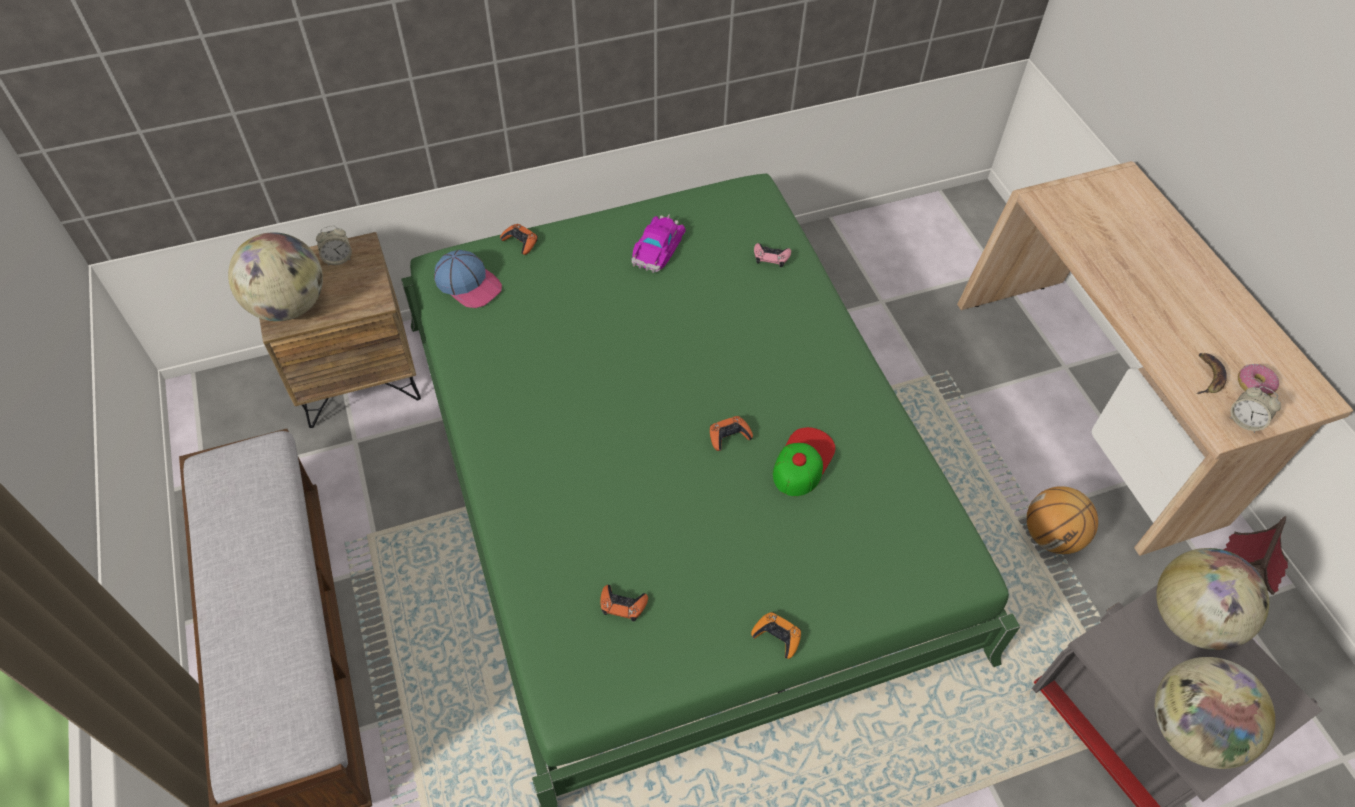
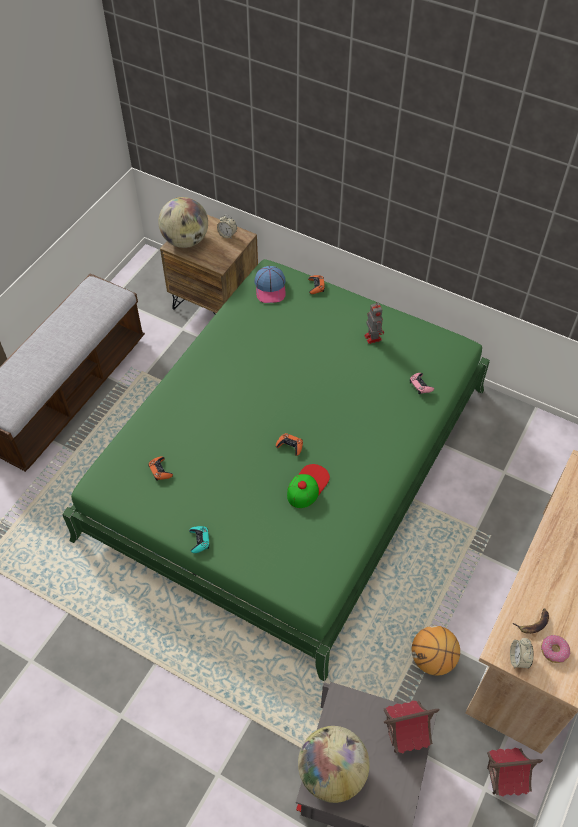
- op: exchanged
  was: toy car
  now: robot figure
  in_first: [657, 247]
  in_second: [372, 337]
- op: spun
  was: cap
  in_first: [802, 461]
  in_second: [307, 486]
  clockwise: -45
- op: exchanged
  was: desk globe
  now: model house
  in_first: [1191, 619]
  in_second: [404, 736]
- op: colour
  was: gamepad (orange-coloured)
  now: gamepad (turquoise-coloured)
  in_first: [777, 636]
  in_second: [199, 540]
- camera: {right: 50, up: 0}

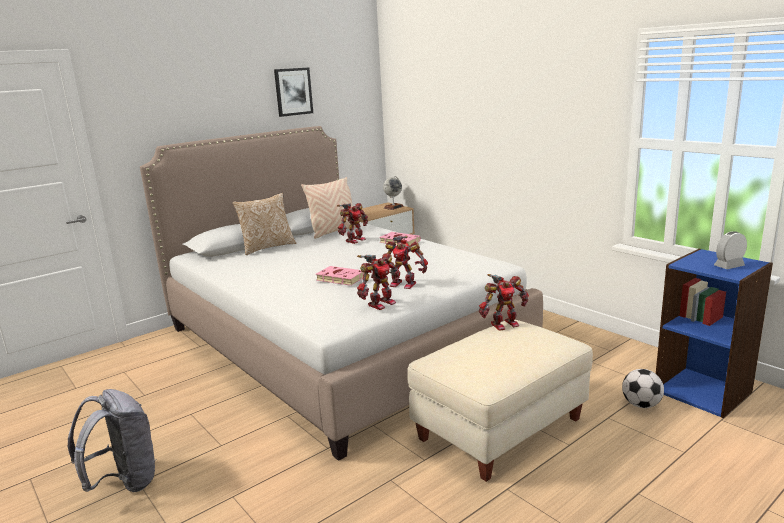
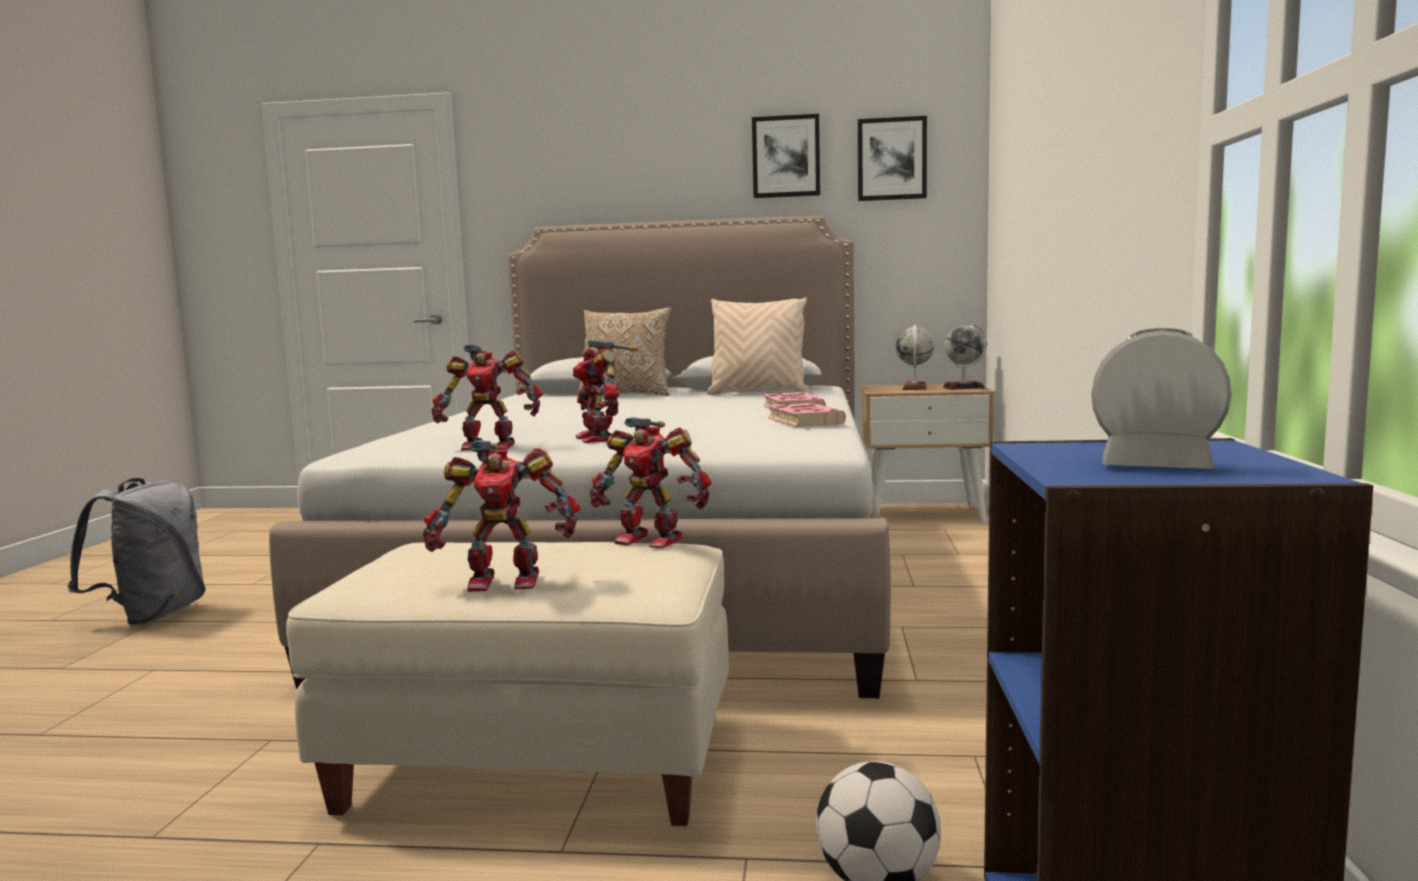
- op: relocated
  was: robot figure
  in_first: [354, 240]
  in_second: [504, 581]
- op: relocated
  was: book (pink-coloured)
  in_first: [339, 278]
  in_second: [803, 421]
- op: appeared
  now: wall picture
  in_second: [891, 159]
- op: appeared
  now: desk globe
  in_second: [914, 388]
- camera: {right: 45, up: -10}

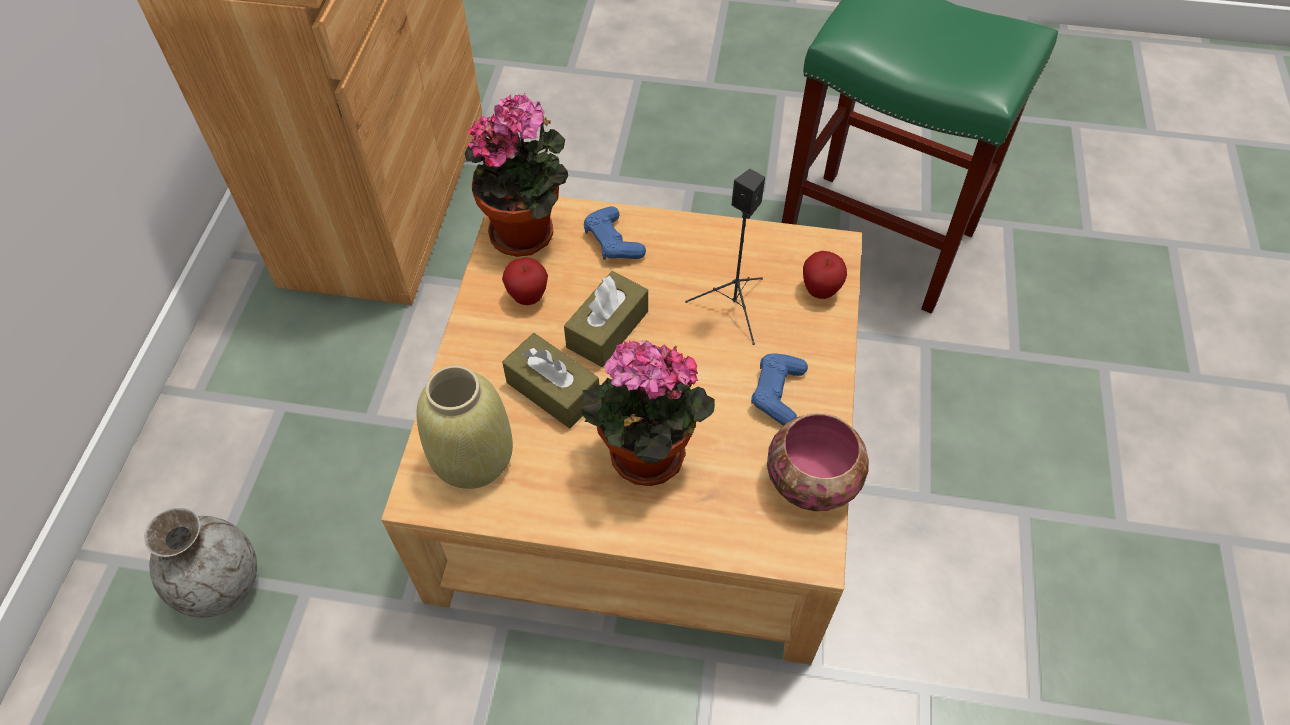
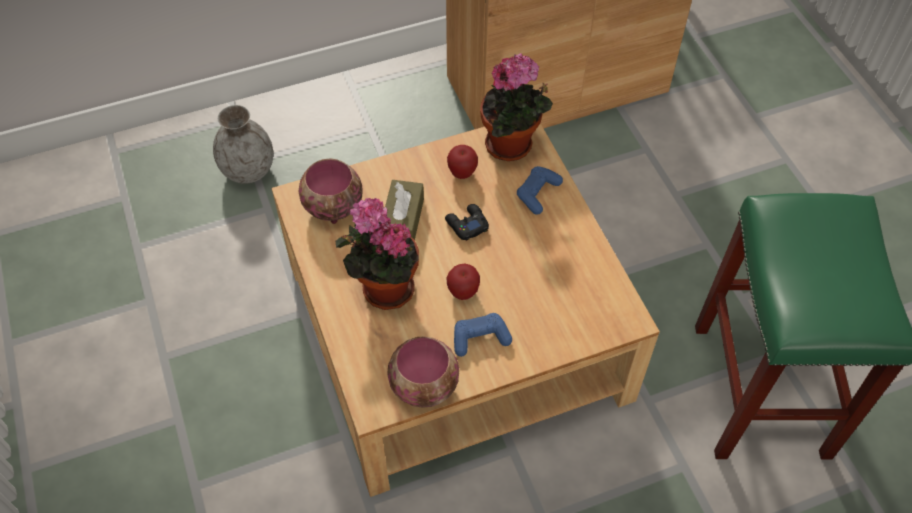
- op: missing
  was: loudspeaker (black)
  in_first: [734, 308]
- op: relocated
  was: whole apple
  in_first: [820, 290]
  in_second: [463, 292]
- op: exchanged
  was: tissue box (brown)
  now: gamepad (black)
  in_first: [607, 329]
  in_second: [466, 224]
- op: exchanged
  was: vase (beige)
  now: bowl
  in_first: [472, 460]
  in_second: [331, 207]
- camera: {right: 60, up: 0}

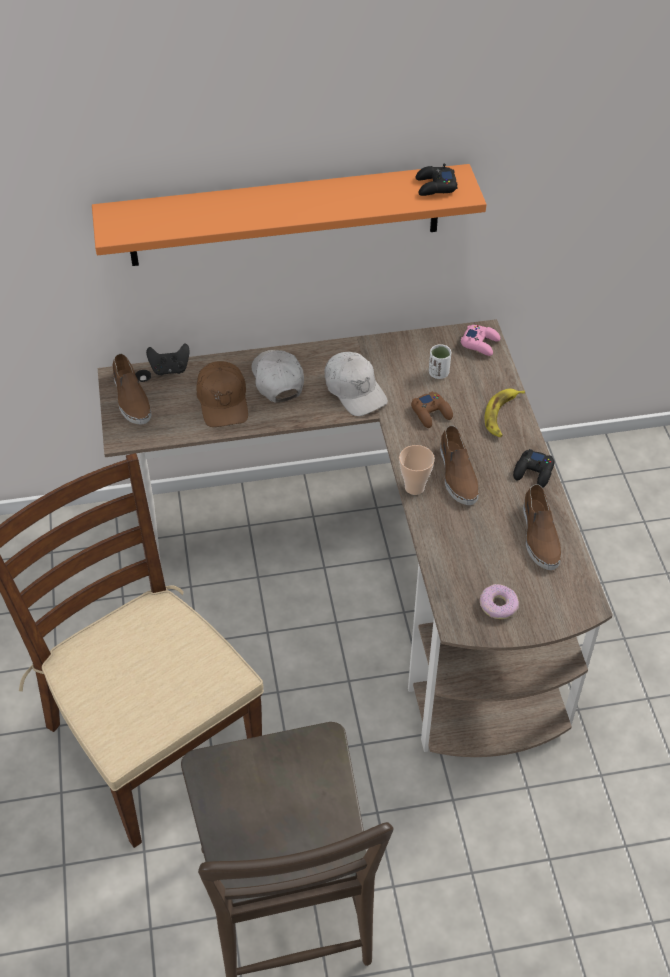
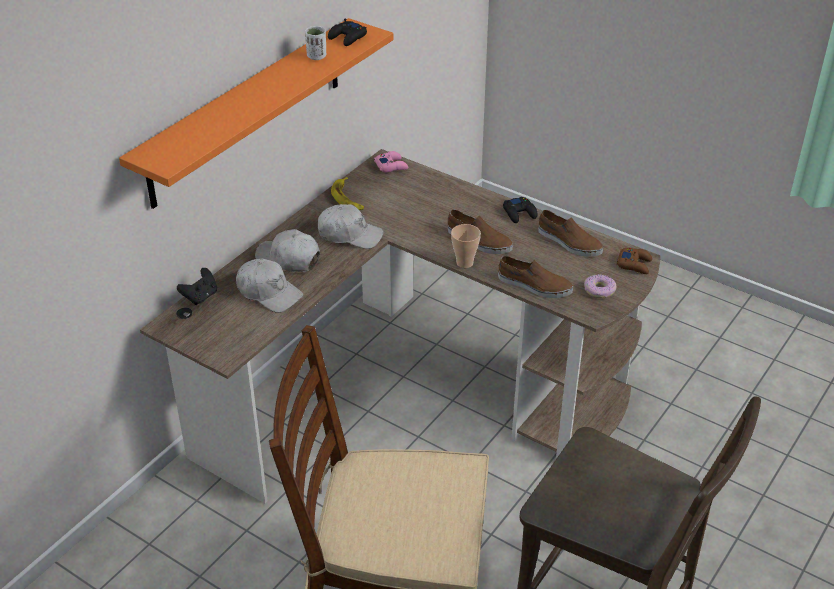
- op: relocated
  was: cup (white-coloured)
  in_first: [438, 373]
  in_second: [316, 56]
- op: relocated
  was: item of footwear (brown)
  in_first: [131, 398]
  in_second: [534, 285]
- op: colour
  was: cap (brown)
  now: cap (white-coloured)
  in_first: [223, 401]
  in_second: [269, 293]
- op: relocated
  was: whole banana
  in_first: [502, 415]
  in_second: [347, 198]
- op: relocated
  was: gamepad (brown)
  in_first: [431, 413]
  in_second: [634, 264]
- camera: {right: -45, up: -10}

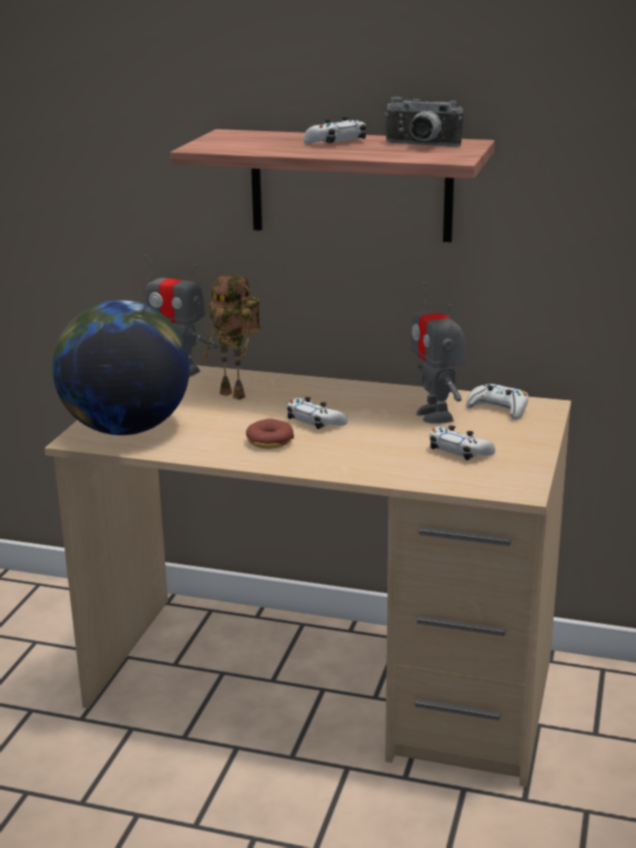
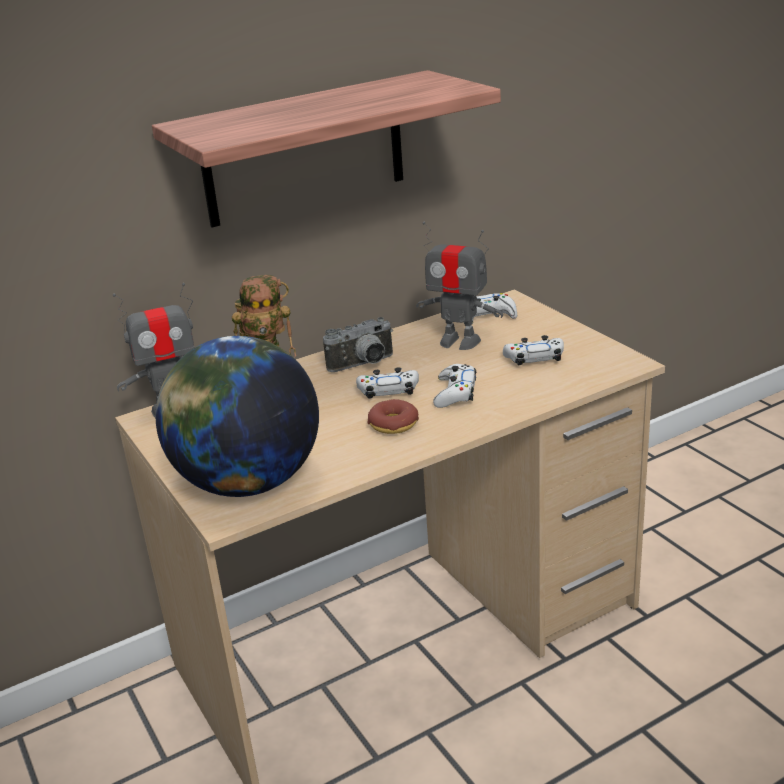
- op: relocated
  was: photo camera
  in_first: [421, 146]
  in_second: [364, 365]
- op: relocated
  was: gamepad (white-coloured)
  in_first: [336, 142]
  in_second: [455, 393]
- camera: {right: -45, up: 5}

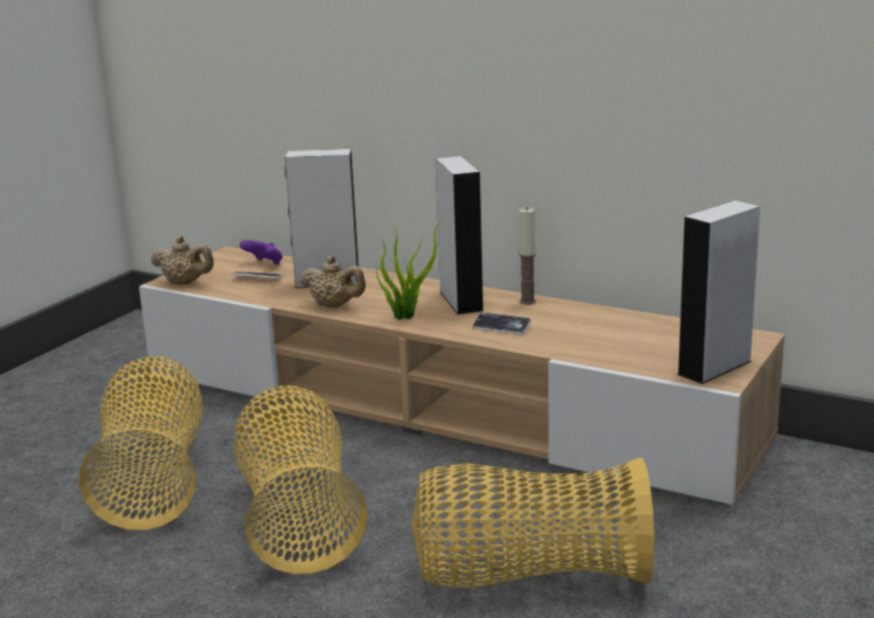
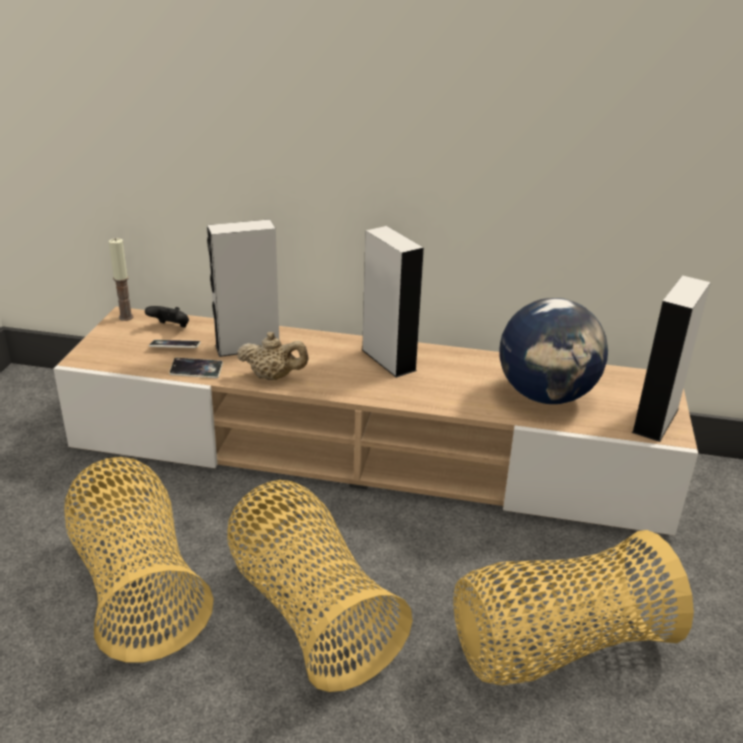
- op: relocated
  was: wax light
  in_first: [527, 301]
  in_second: [126, 317]
- op: missing
  was: potted plant
  in_first: [407, 316]
- op: missing
  was: pot for tea (beige)
  in_first: [185, 283]
- op: colour
  was: gamepad (purple-coloured)
  now: gamepad (black)
  in_first: [264, 264]
  in_second: [170, 328]
- op: relocated
  was: handset
  in_first: [501, 327]
  in_second: [196, 371]
- op: appeared
  now: desk globe
  in_second: [546, 396]
- camera: {right: -20, up: 10}

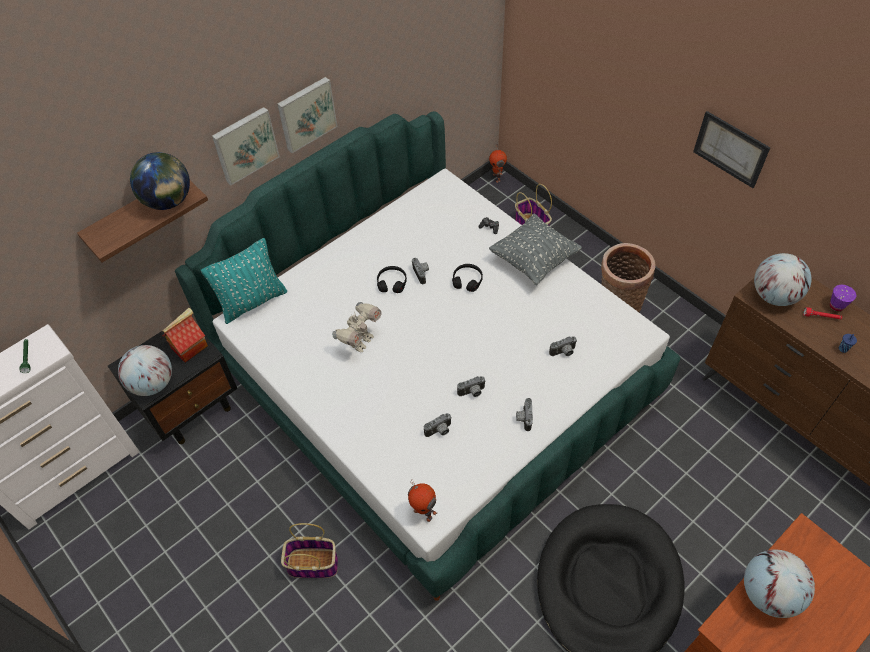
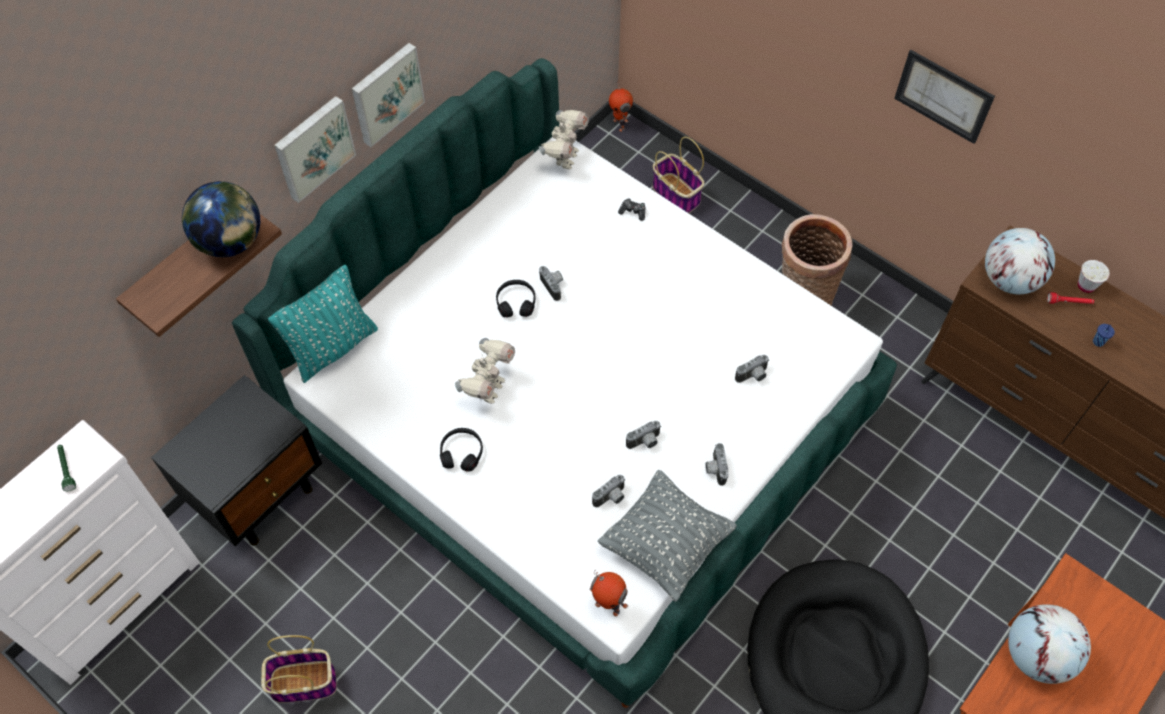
- op: relocated
  was: cushion (grey)
  in_first: [533, 260]
  in_second: [665, 544]
- op: relocated
  was: headset (black)
  in_first: [467, 280]
  in_second: [461, 452]
- op: colour
  was: cup (purple-coloured)
  now: cup (white-coloured)
  in_first: [836, 306]
  in_second: [1086, 286]
- op: missing
  was: model house
  in_first: [190, 346]
- op: missing
  was: desk globe
  in_first: [153, 384]
- op: relocated
  was: basket
  in_first: [313, 563]
  in_second: [305, 682]
- op: appeared
  now: robot figure
  in_second: [565, 158]
- camera: {right: -10, up: 5}

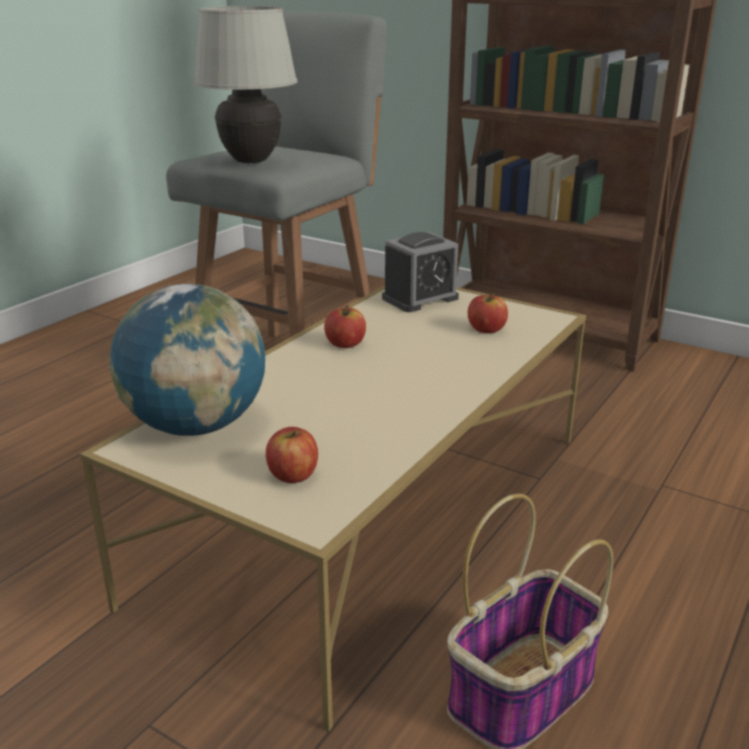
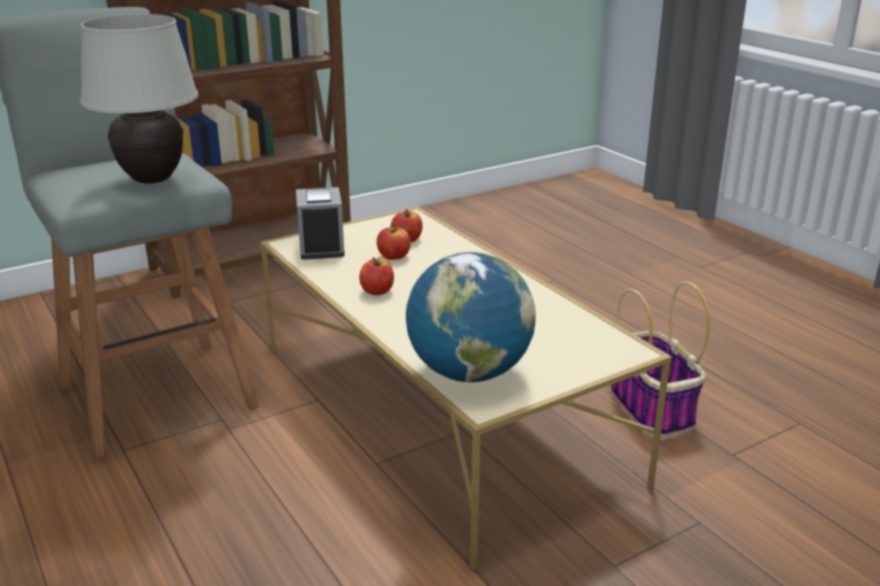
- op: relocated
  was: whole apple
  in_first: [293, 475]
  in_second: [393, 256]
- camera: {right: -65, up: 0}

